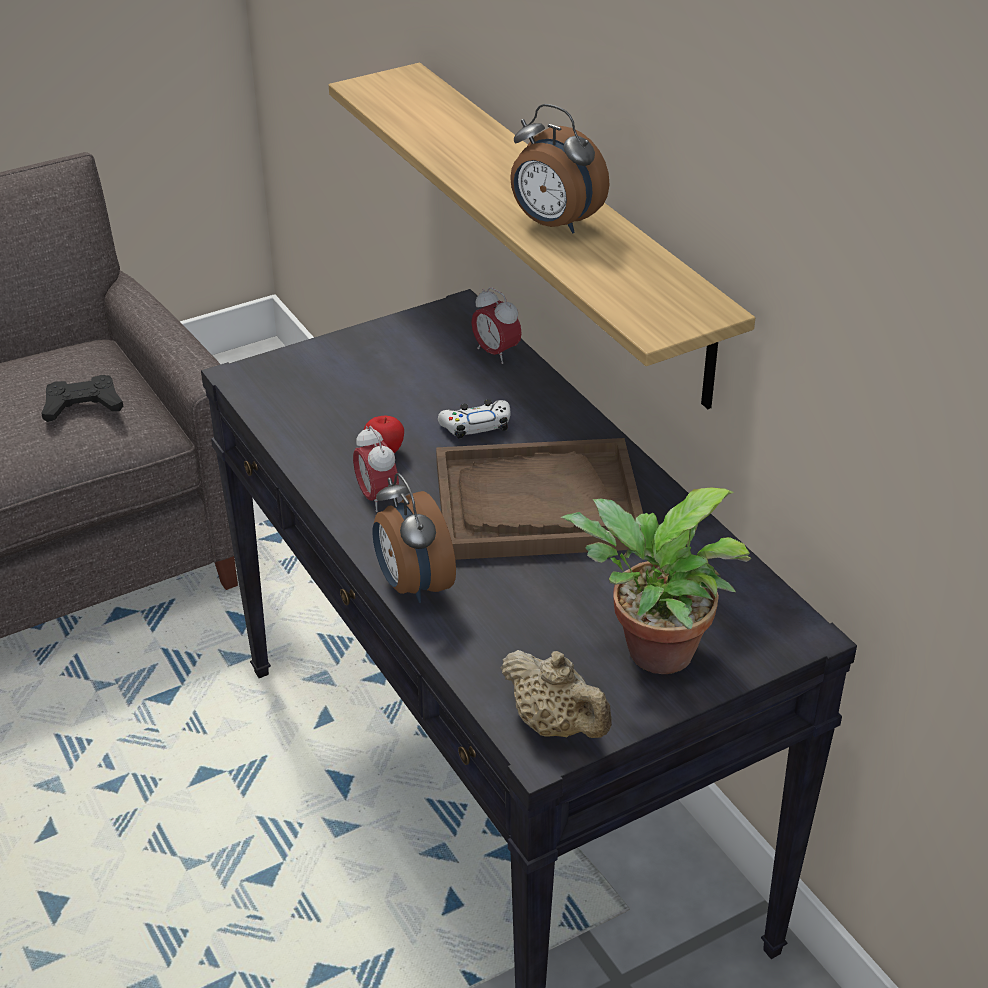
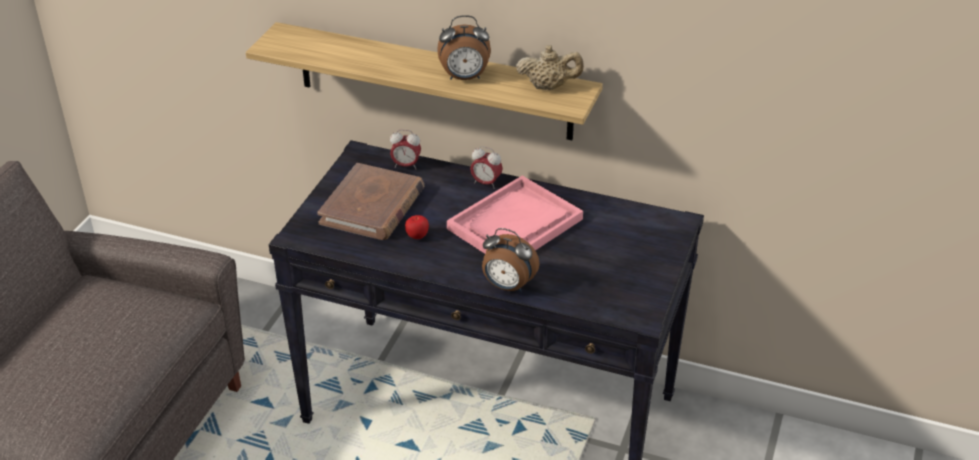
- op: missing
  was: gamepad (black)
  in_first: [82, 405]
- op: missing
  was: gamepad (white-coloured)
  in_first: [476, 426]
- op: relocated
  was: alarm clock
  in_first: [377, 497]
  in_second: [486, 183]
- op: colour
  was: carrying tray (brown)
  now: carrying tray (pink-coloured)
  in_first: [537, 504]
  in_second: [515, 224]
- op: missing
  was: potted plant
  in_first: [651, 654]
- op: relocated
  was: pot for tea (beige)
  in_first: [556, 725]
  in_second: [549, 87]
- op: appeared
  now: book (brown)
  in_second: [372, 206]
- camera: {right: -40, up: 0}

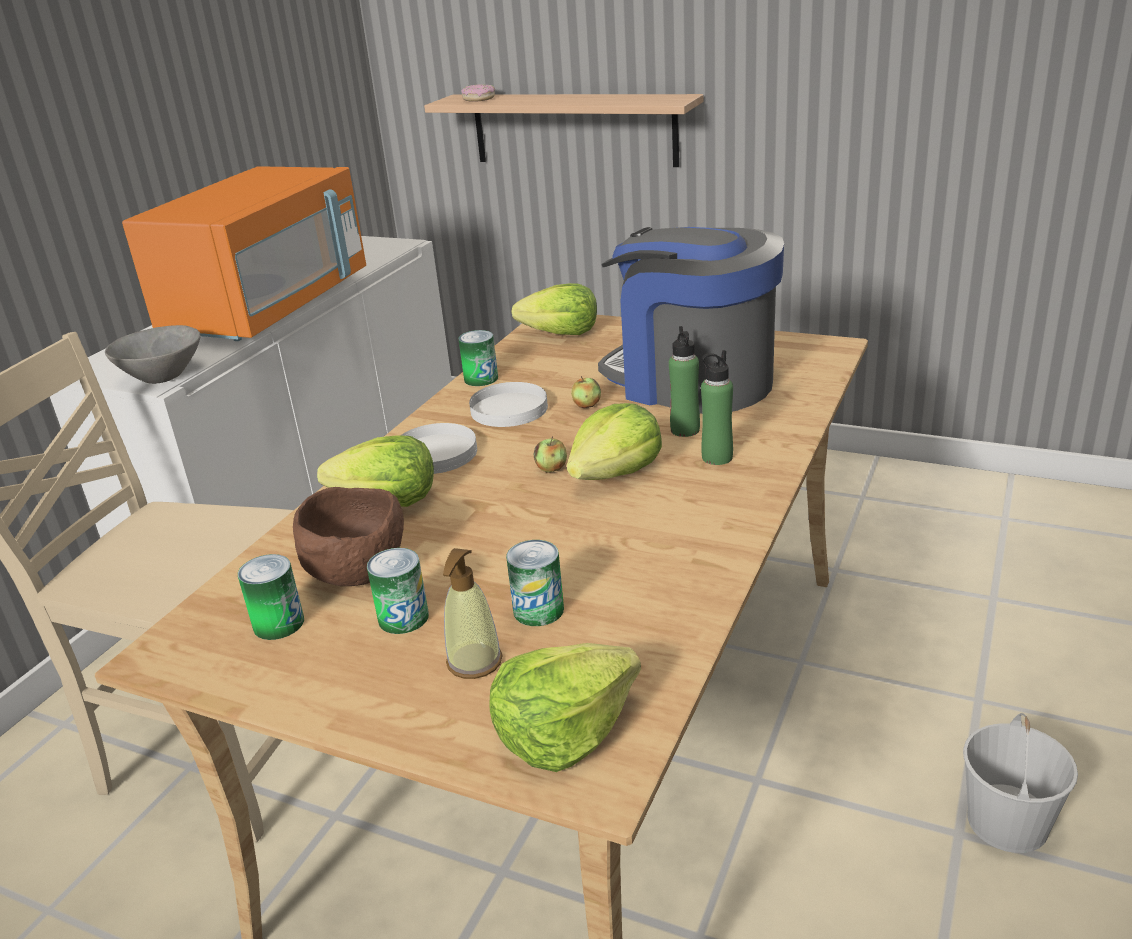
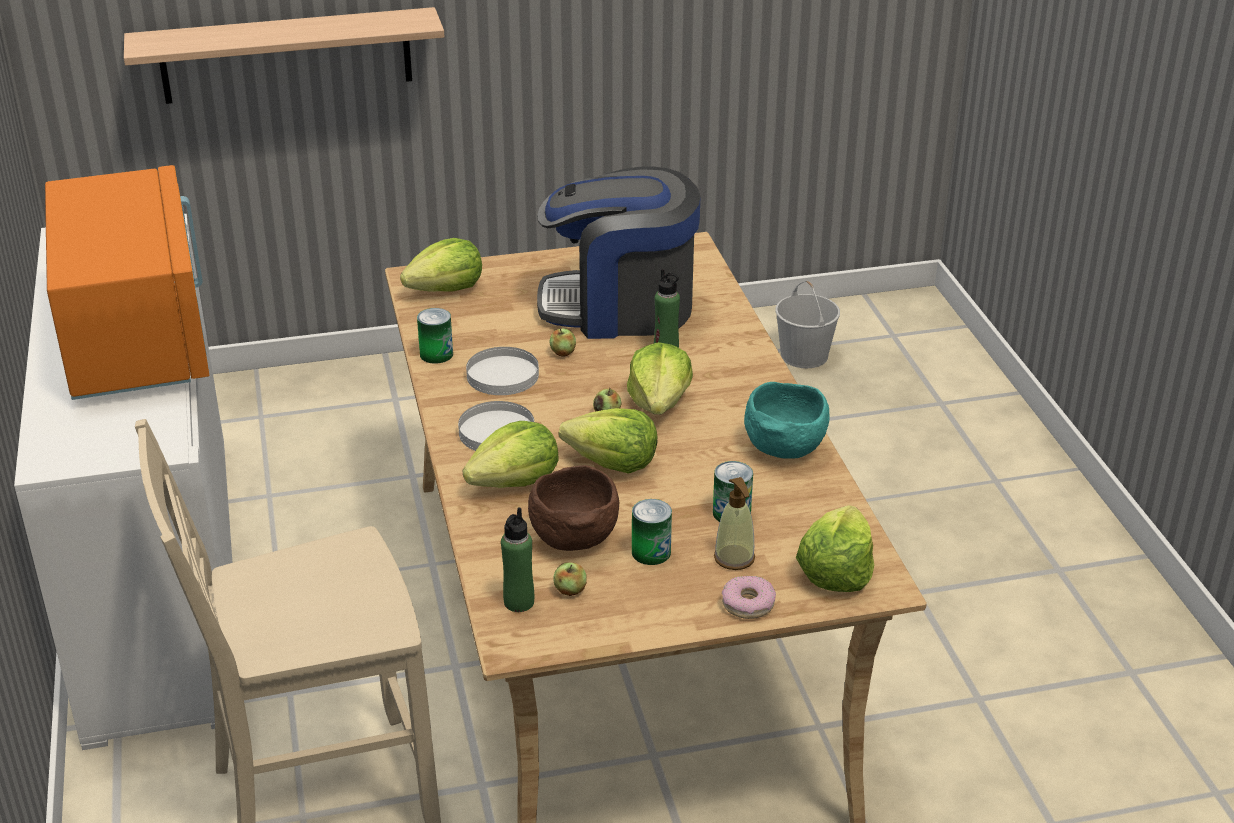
- op: relocated
  was: ring doughnut
  in_first: [479, 99]
  in_second: [748, 603]
- op: missing
  was: bowl (grey)
  in_first: [164, 376]
- op: relocated
  was: beverage bottle (green)
  in_first: [717, 457]
  in_second: [518, 602]
- op: exchanged
  was: sealed can
  now: whole apple
  in_first: [278, 623]
  in_second: [570, 590]
- op: relocated
  was: bucket (white-coloured)
  in_first: [1008, 823]
  in_second: [805, 355]
- op: appeared
  now: bowl (turquoise-coloured)
  in_second: [784, 448]
- op: appeared
  now: lettuce head
  in_second: [613, 462]
- camera: {right: -40, up: 5}

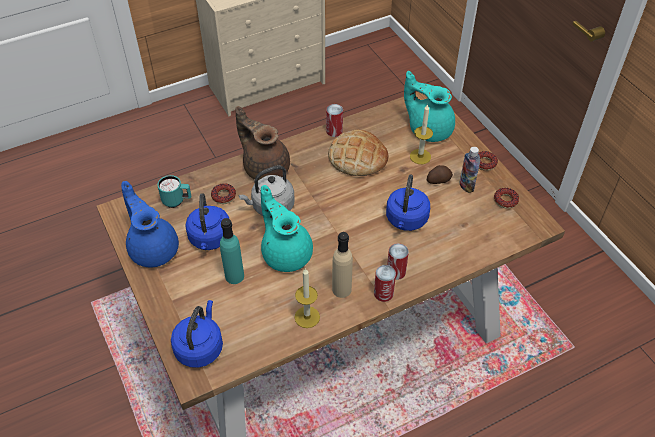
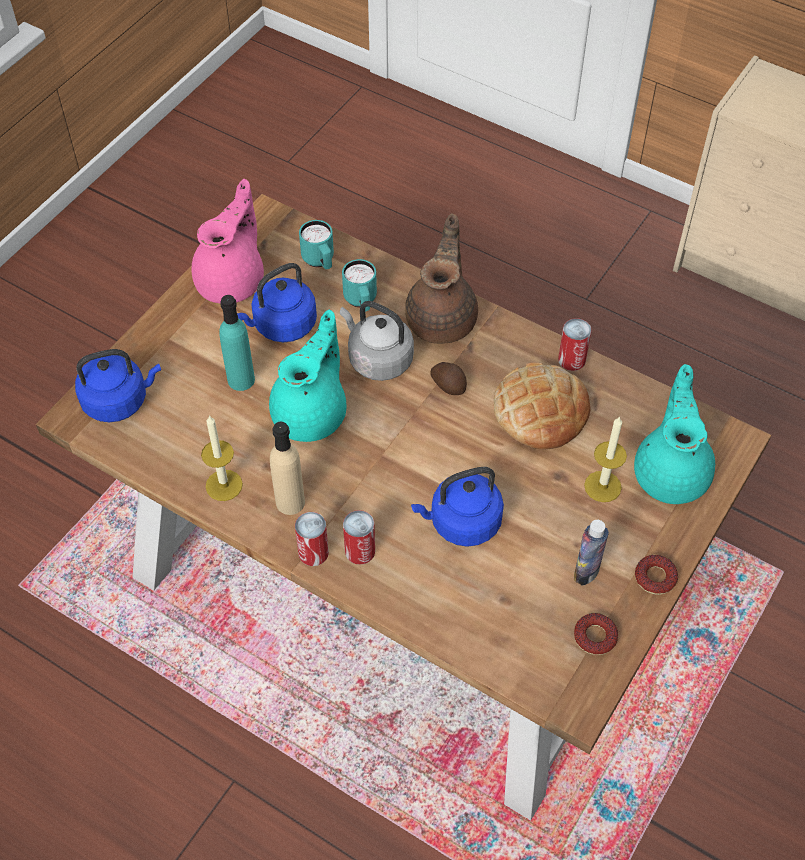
- op: relocated
  was: whole potato
  in_first: [438, 180]
  in_second: [449, 384]
- op: colour
  was: pot for tea (blue-coloured)
  now: pot for tea (pink-coloured)
  in_first: [153, 248]
  in_second: [233, 280]
- op: exchanged
  was: ring doughnut
  now: mug (turquoise-coloured)
  in_first: [223, 196]
  in_second: [361, 302]
- camera: {right: 60, up: 5}

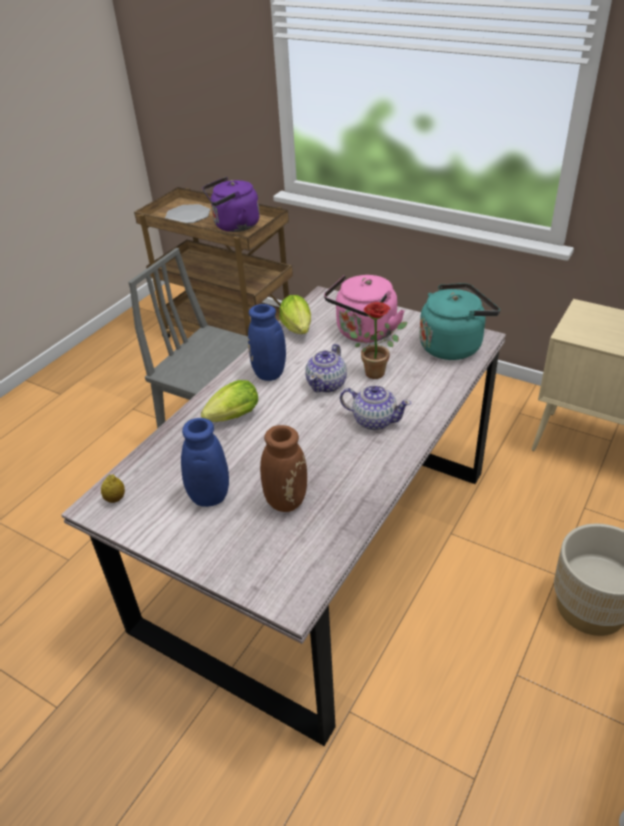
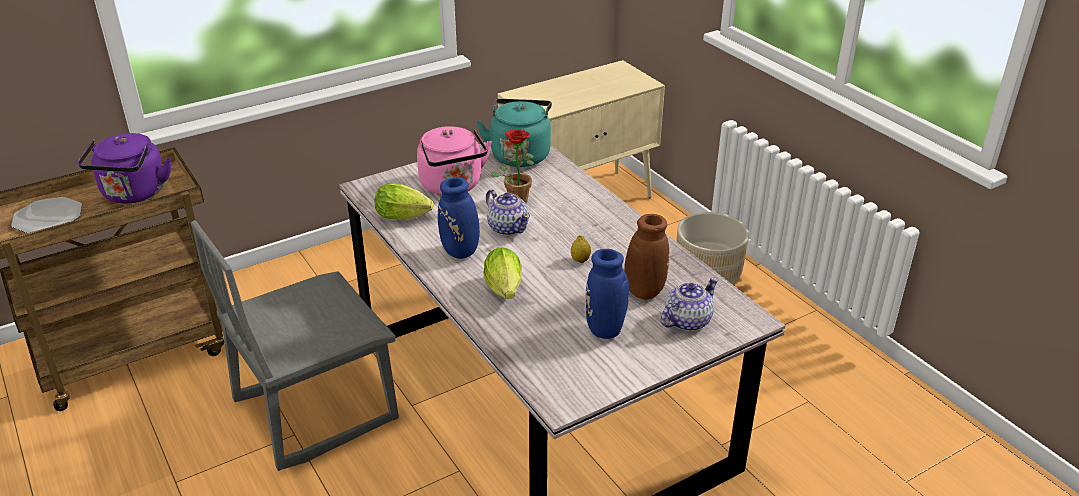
- op: relocated
  was: pot for tea
  in_first: [374, 420]
  in_second: [686, 321]
- op: relocated
  was: whole lemon
  in_first: [115, 499]
  in_second: [580, 260]
- camera: {right: -65, up: -5}

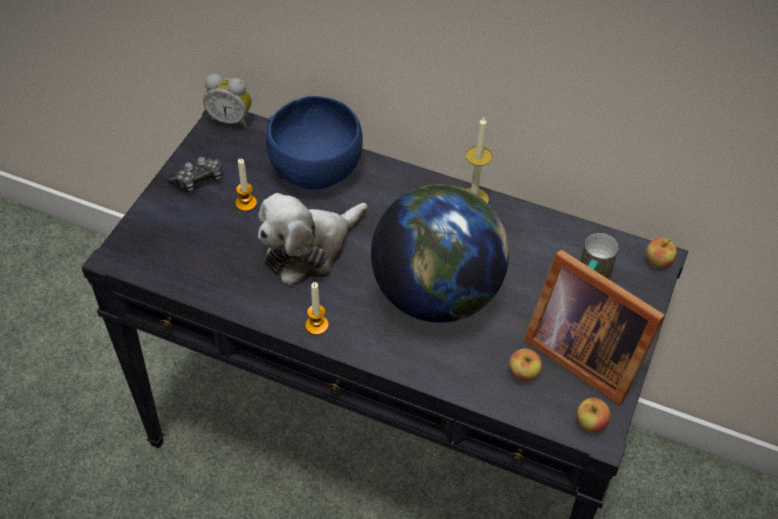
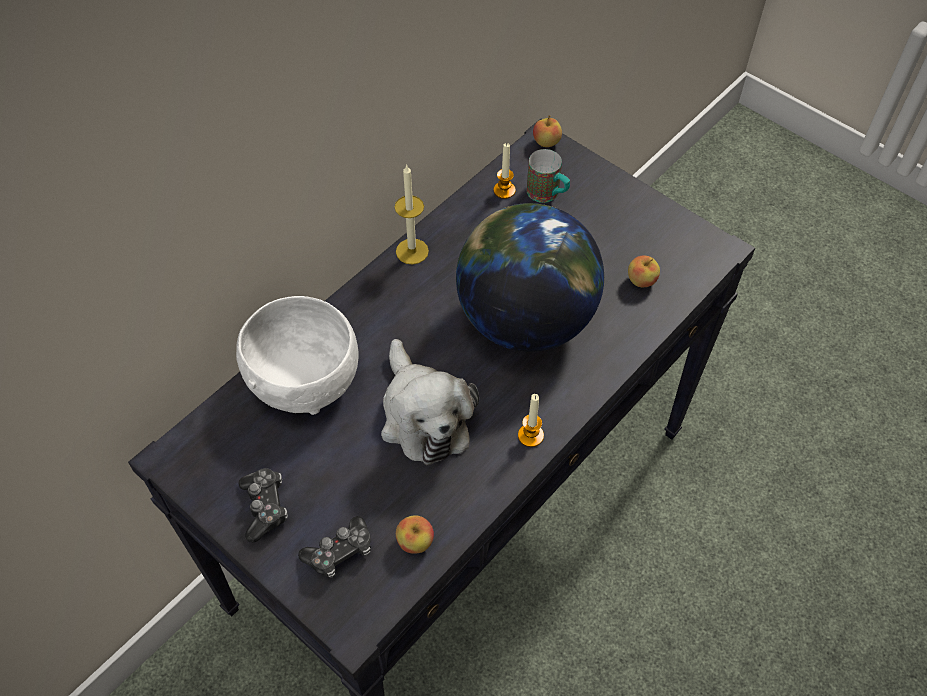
- op: missing
  was: alarm clock
  in_first: [231, 119]
- op: colour
  was: bowl (blue-coloured)
  now: bowl (white-coloured)
  in_first: [316, 168]
  in_second: [303, 379]
- op: relocated
  was: wax light
  in_first: [246, 203]
  in_second: [504, 190]
- op: missing
  was: standing frame
  in_first: [582, 352]
- op: relocated
  was: whole apple
  in_first: [590, 423]
  in_second: [415, 542]
- op: appeared
  now: gamepad
  in_second: [340, 552]
- camera: {right: -70, up: 5}

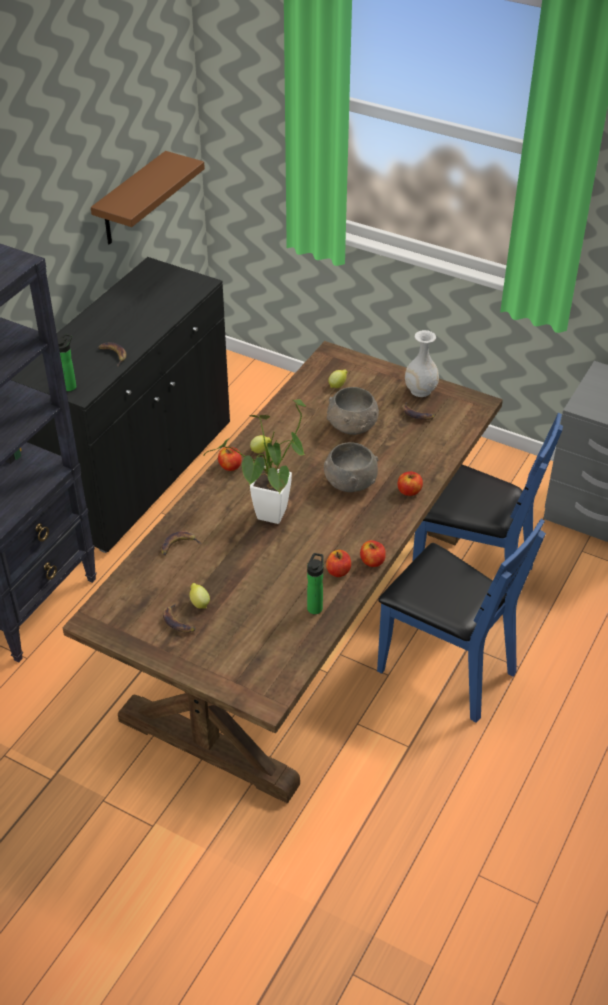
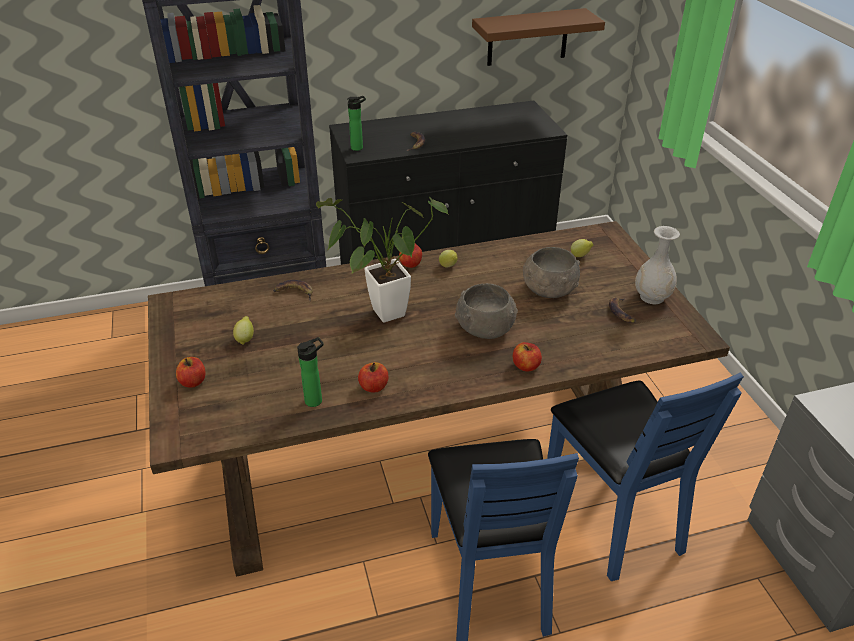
- op: relocated
  was: whole apple
  in_first: [372, 561]
  in_second: [193, 381]
- op: missing
  was: whole banana
  in_first: [178, 622]
- camera: {right: 45, up: -5}

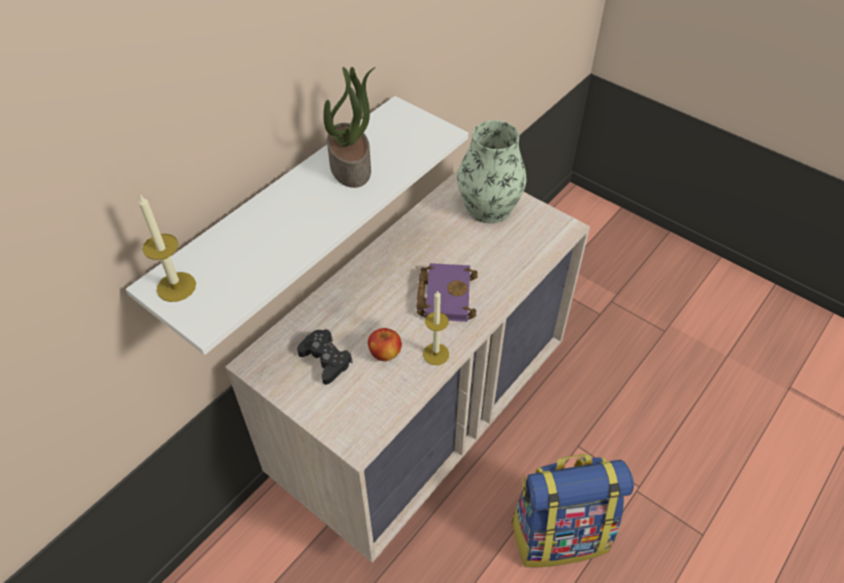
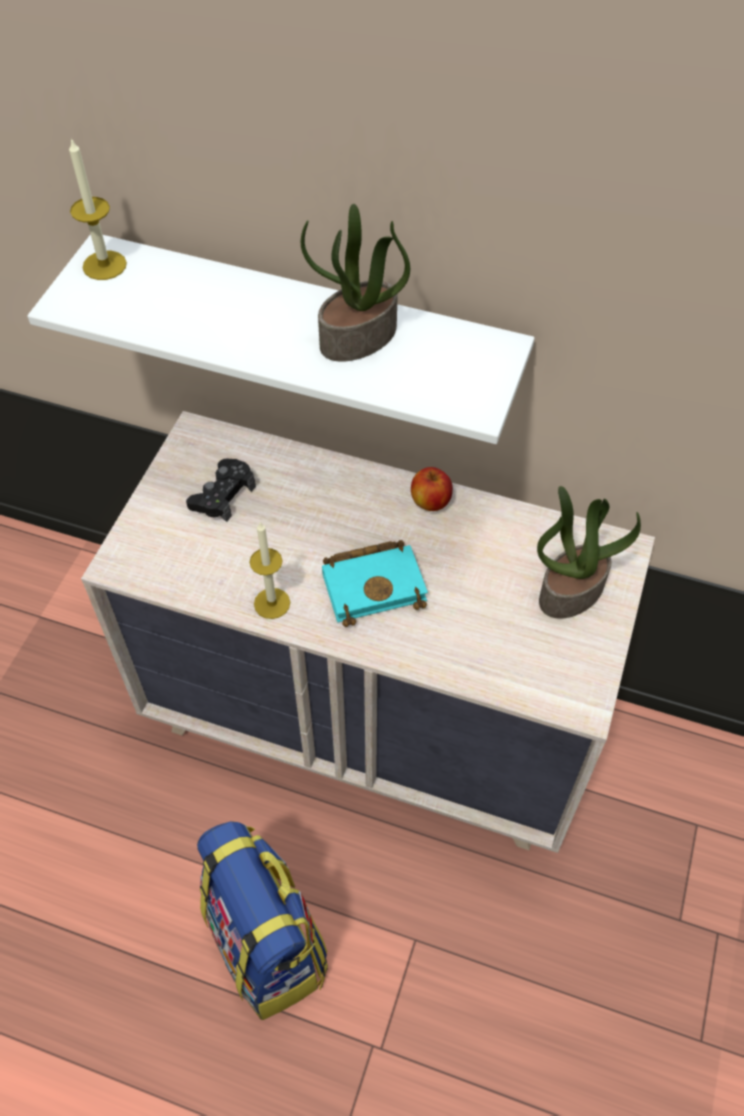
- op: exchanged
  was: vase
  now: potted plant
  in_first: [488, 207]
  in_second: [571, 590]
- op: colour
  was: book (purple-coloured)
  now: book (turquoise-coloured)
  in_first: [444, 294]
  in_second: [375, 584]
- op: relocated
  was: whole apple
  in_first: [385, 353]
  in_second: [430, 502]
- camera: {right: 70, up: 5}

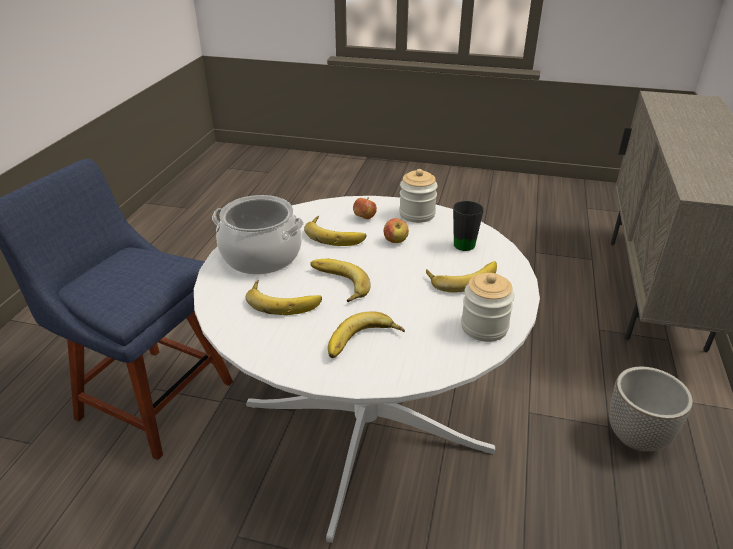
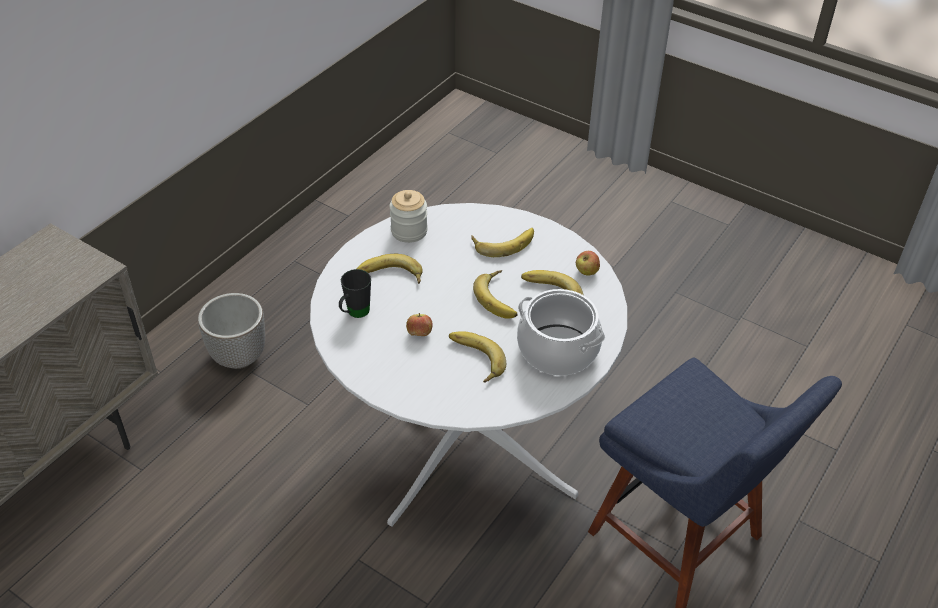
- op: missing
  was: preserve jar
  in_first: [417, 214]
- op: relocated
  was: whole apple
  in_first: [364, 218]
  in_second: [586, 271]
- camera: {right: -160, up: 10}

